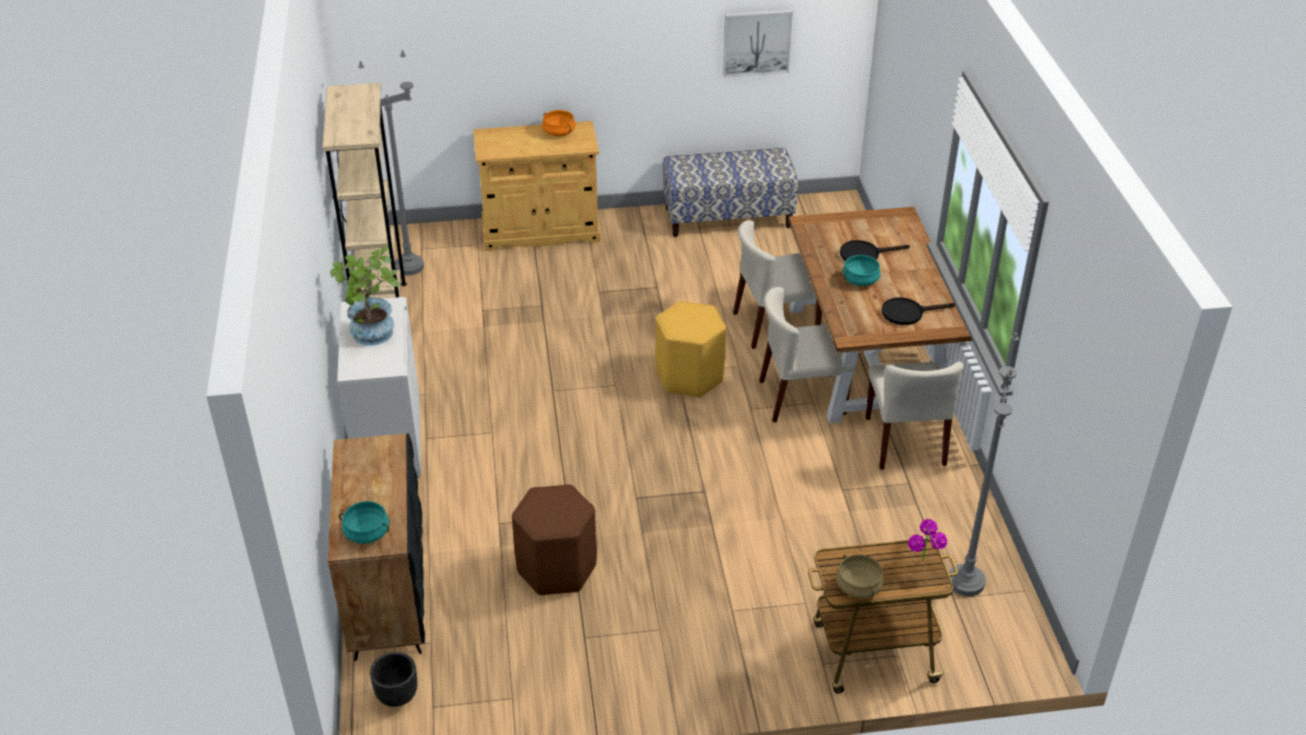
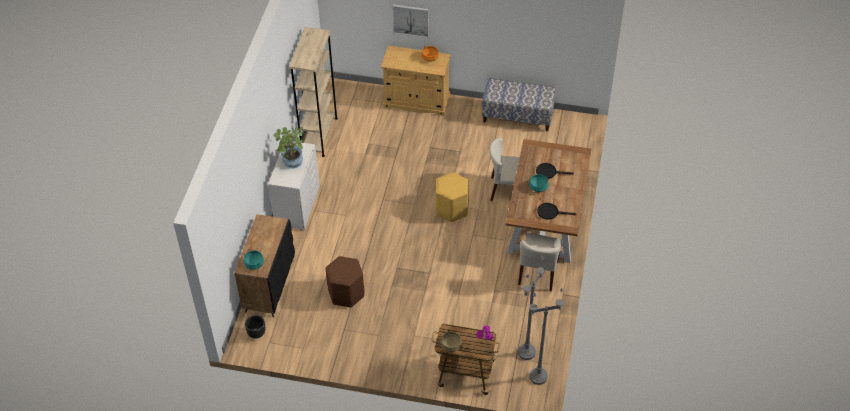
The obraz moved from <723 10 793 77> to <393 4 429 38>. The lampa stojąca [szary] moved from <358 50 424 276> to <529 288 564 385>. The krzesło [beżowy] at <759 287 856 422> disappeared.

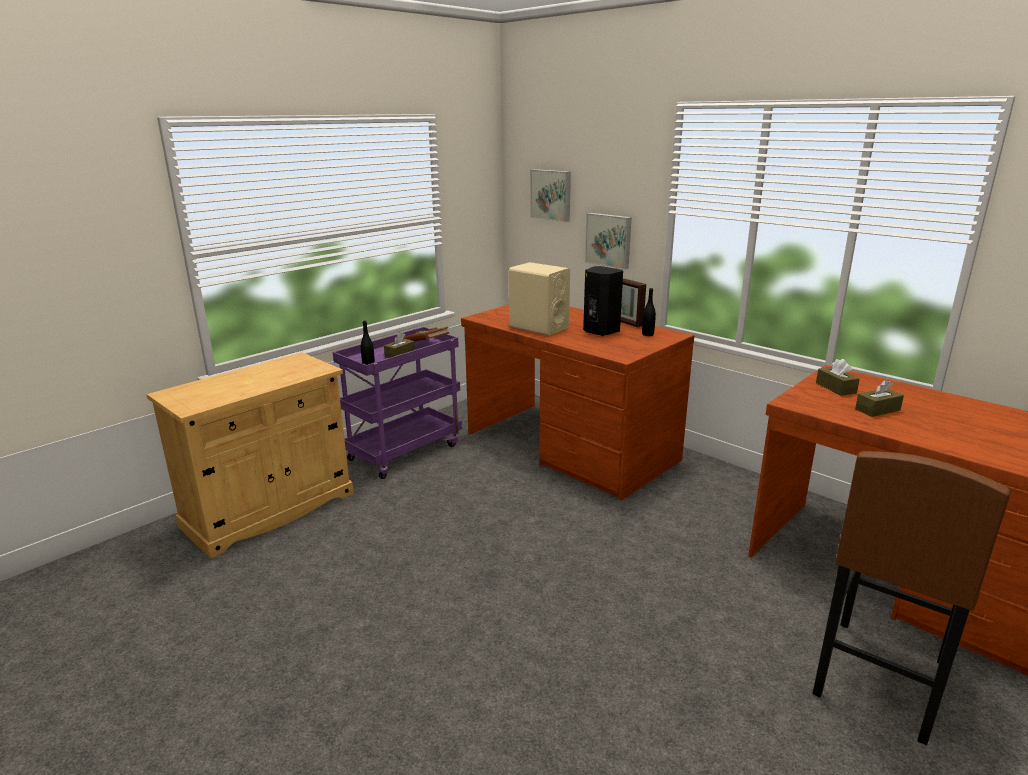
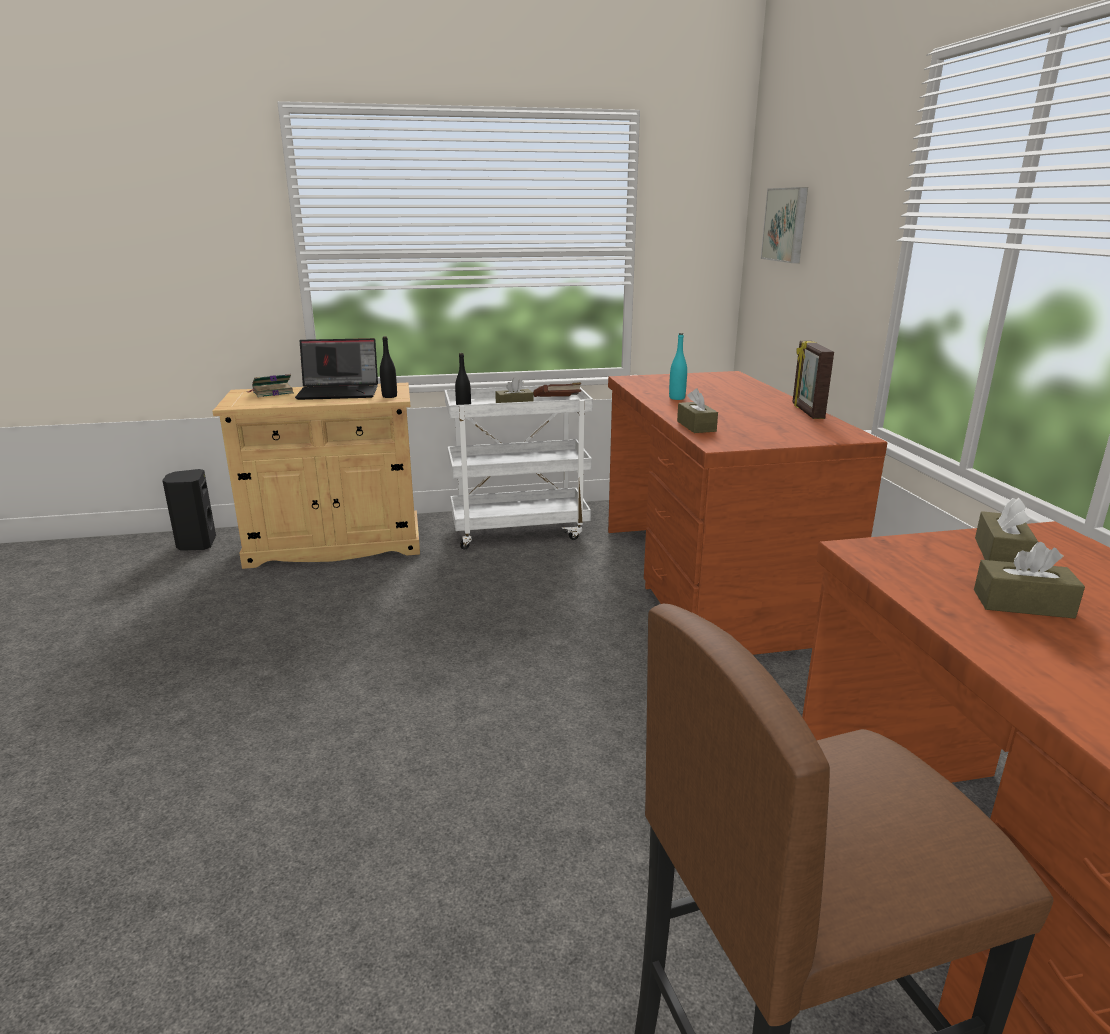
The głośnik [czarny] moved from <583 266 623 336> to <162 469 216 551>. The książka at <246 374 294 397> appeared. The laptop at <295 338 378 400> appeared. The butelka [czarny] moved from <642 288 656 336> to <380 336 397 398>. The wózek [fioletowy] at <333 327 462 479> became the wózek [biały] at <444 385 593 550>. The głośnik [beżowy] at <508 262 570 336> was replaced by the butelka [turkusowy] at <669 333 687 400>. The pudełko chusteczek [brązowy] at <677 388 718 433> appeared. The obraz at <585 213 632 269> disappeared.

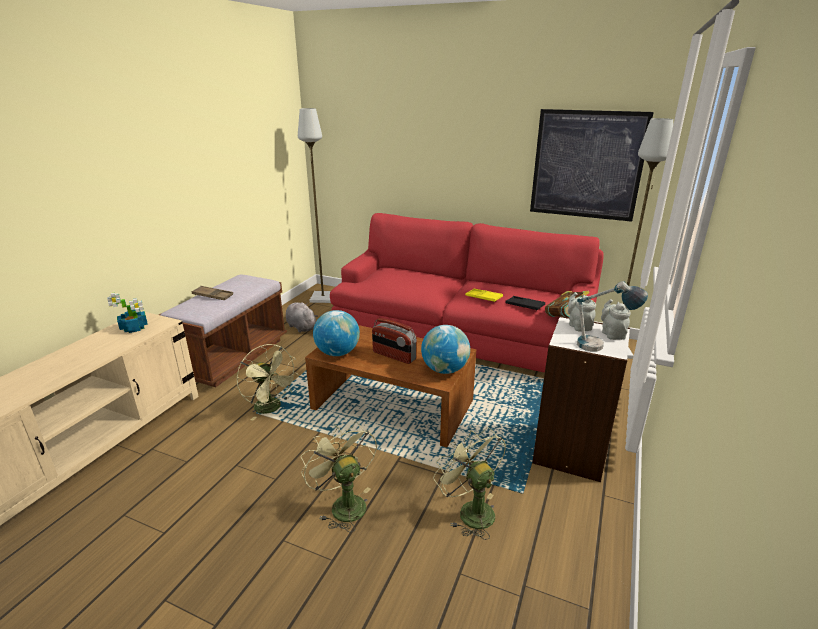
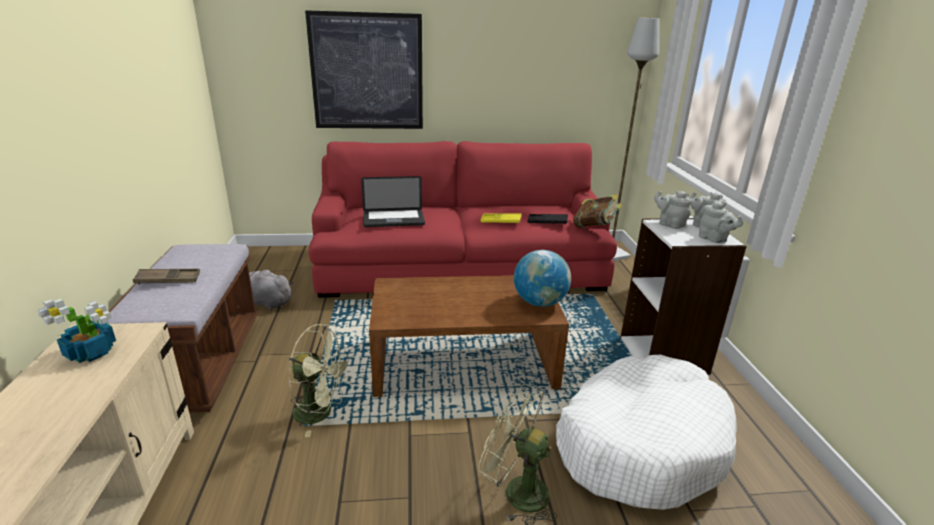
The obraz moved from <530 109 654 222> to <305 10 423 129>. The laptop at <361 176 425 227> appeared. The wentylator [zielony] at <433 427 506 540> was replaced by the legowisko [biały] at <556 355 737 510>. The lampa stołowa at <577 281 648 352> was replaced by the imbryk [szary] at <699 200 744 243>. The lampa stojąca [szary] at <298 108 331 303> disappeared. The globus at <313 310 360 356> disappeared. The radio at <372 318 417 364> disappeared.

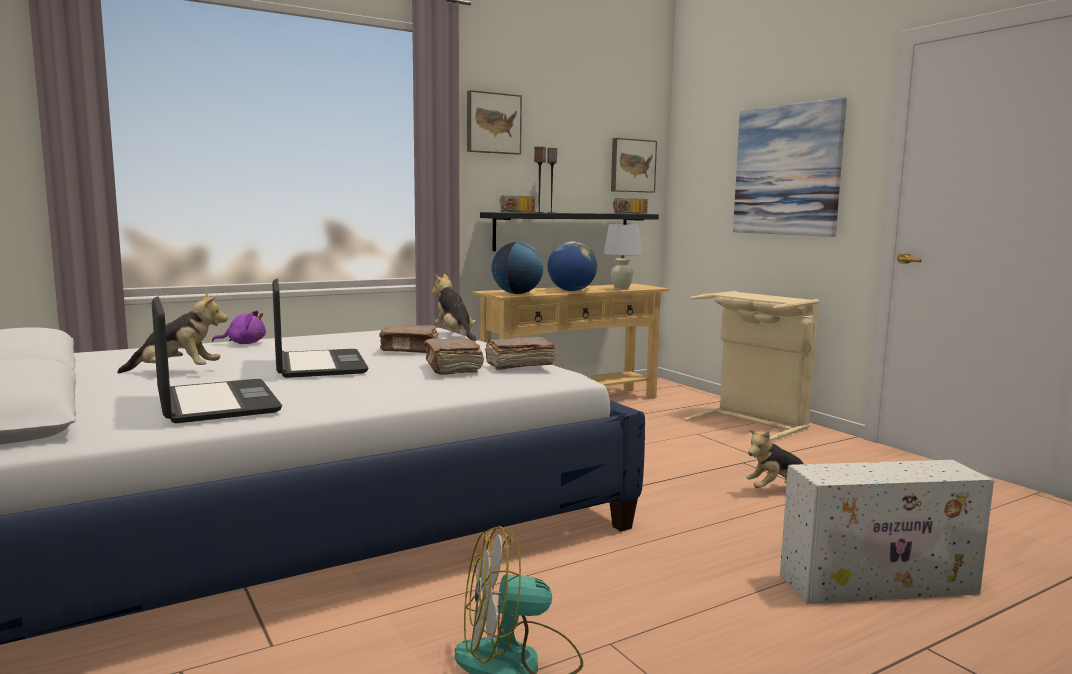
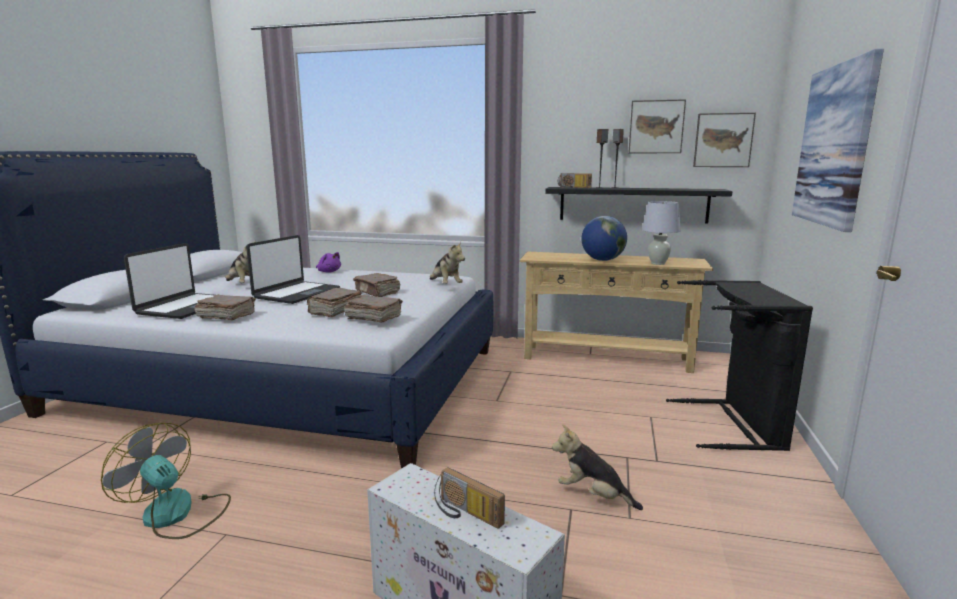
The książka [brązowy] at <195 295 256 320> appeared. The pluszak at <432 274 477 341> turned 135 degrees clockwise. The radio moved from <613 198 648 214> to <434 467 505 529>. The obraz moved from <467 90 522 155> to <628 99 686 153>. The kosz na pranie [beżowy] at <684 291 819 440> became the kosz na pranie [czarny] at <666 280 813 451>. The globus at <492 242 543 294> disappeared.

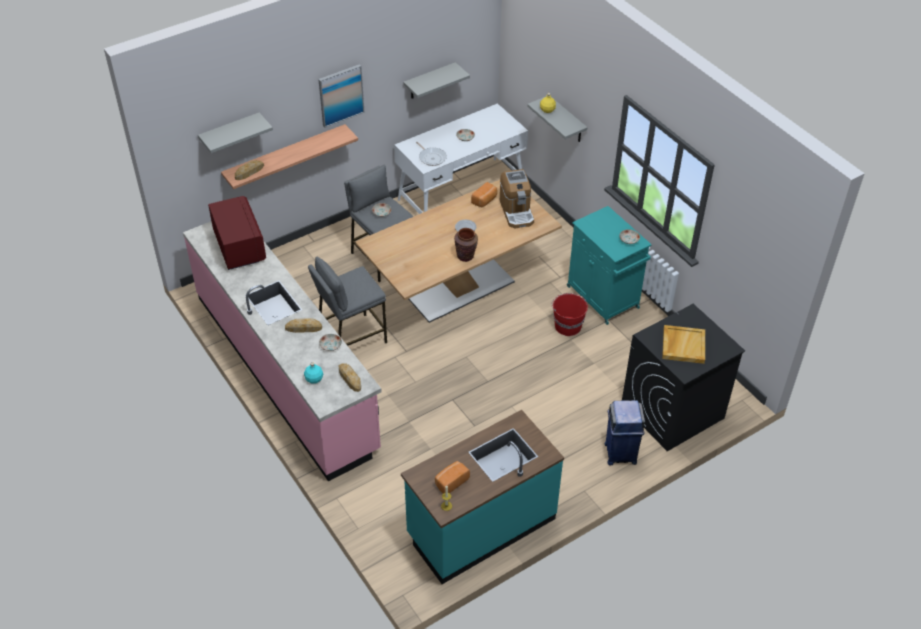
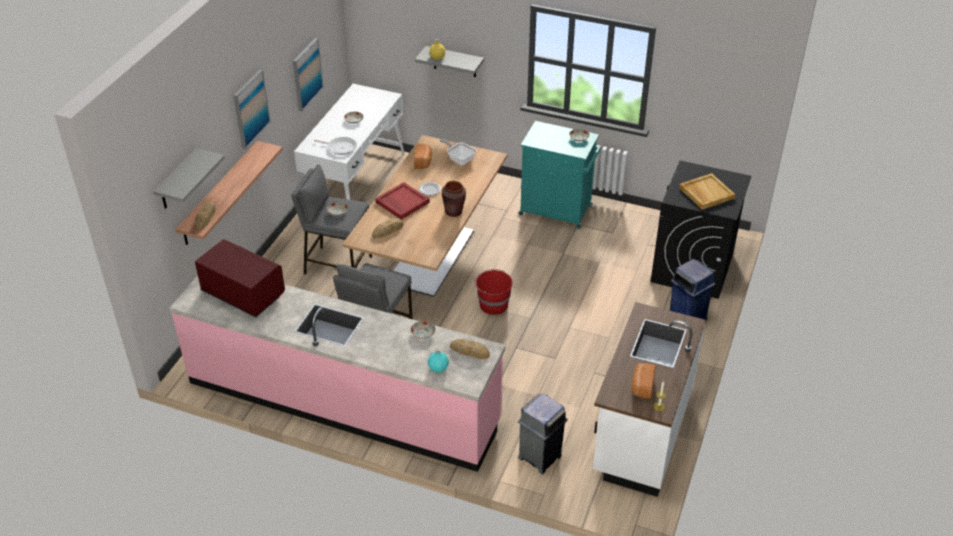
The półka [szary] at <403 62 470 99> was replaced by the obraz at <293 38 324 111>. The chleb moved from <285 318 322 333> to <372 218 404 239>. The taca [czerwony] at <375 182 430 220> appeared. The ekspres do kawy at <500 169 534 228> was replaced by the patelnia at <440 139 477 165>. The wiadro [czerwony] moved from <552 293 588 336> to <474 269 513 315>. The kosz na śmieci [szary] at <518 393 568 474> appeared. The zabudowa kuchenna [turkusowy] at <401 410 564 584> became the zabudowa kuchenna [biały] at <593 302 706 497>.

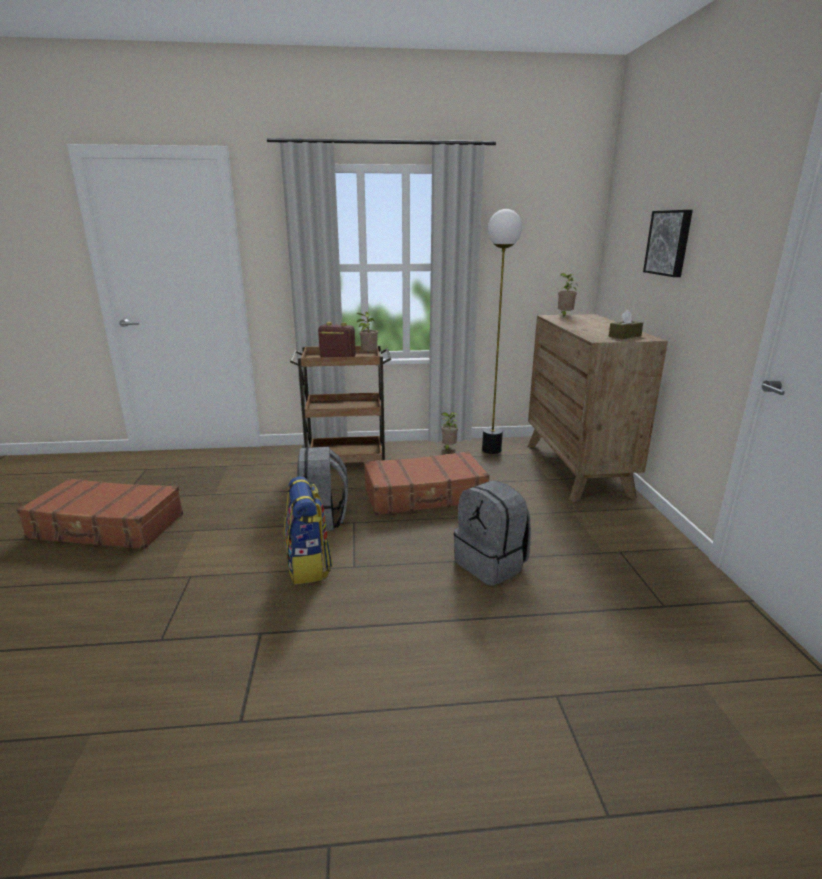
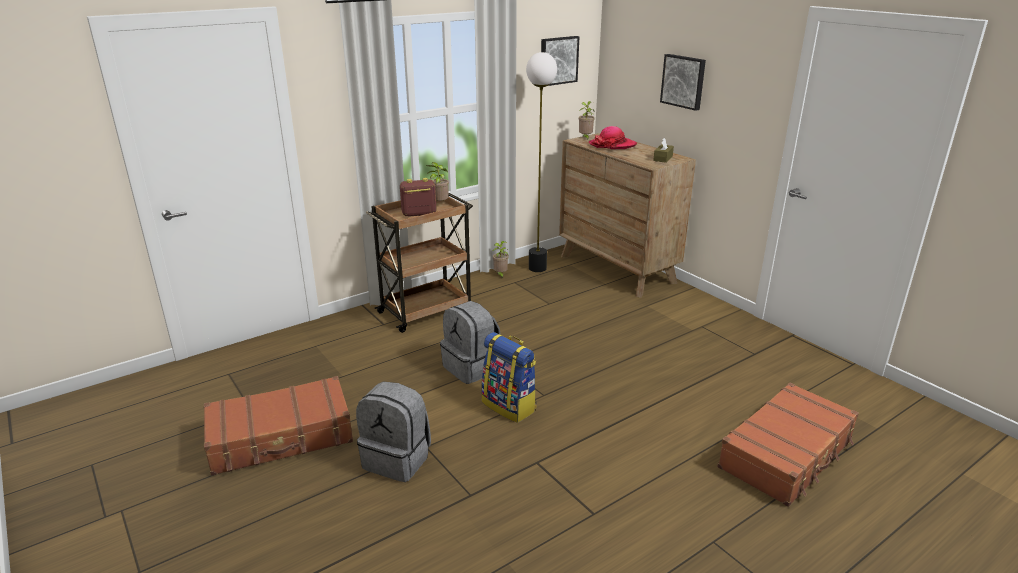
The plecak [szary] moved from <454 480 531 586> to <356 382 431 482>. The obraz at <541 36 579 86> appeared. The kapelusz at <589 126 637 149> appeared. The walizka [brązowy] moved from <364 451 490 515> to <717 382 859 507>.

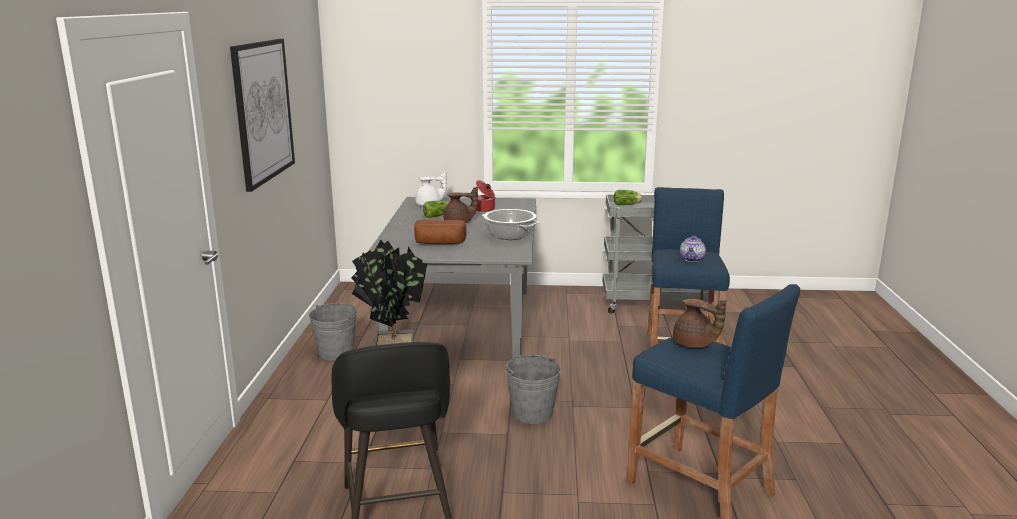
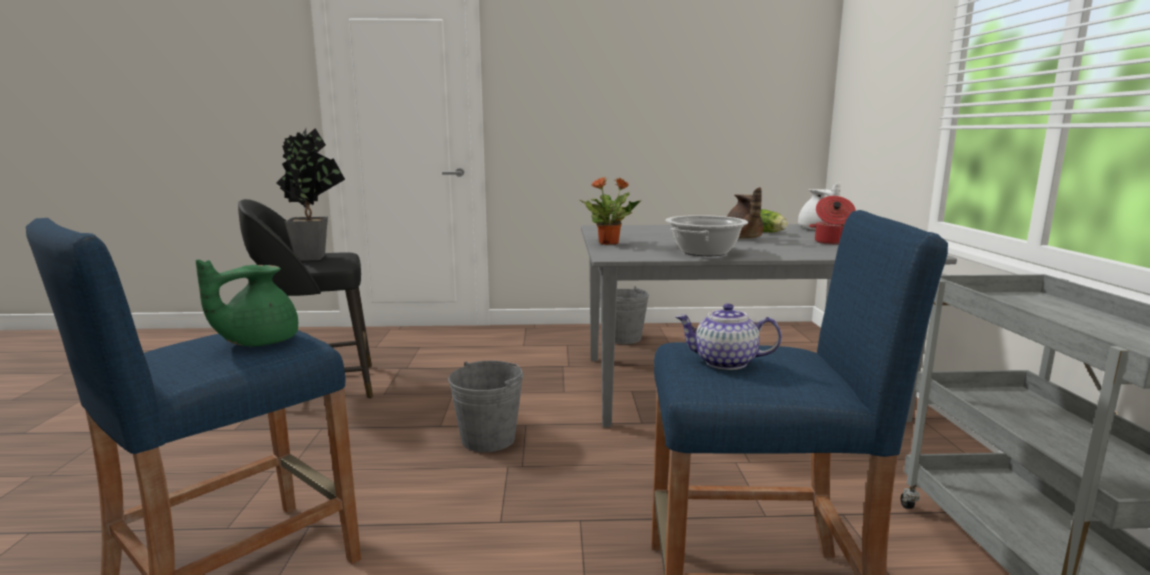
The imbryk [brązowy] at <673 299 726 348> became the imbryk [zielony] at <196 259 298 346>. The roślina doniczkowa at <579 177 641 245> appeared. The obraz at <230 39 295 192> disappeared. The chleb at <414 220 466 244> disappeared. The sałata at <614 190 642 205> disappeared.

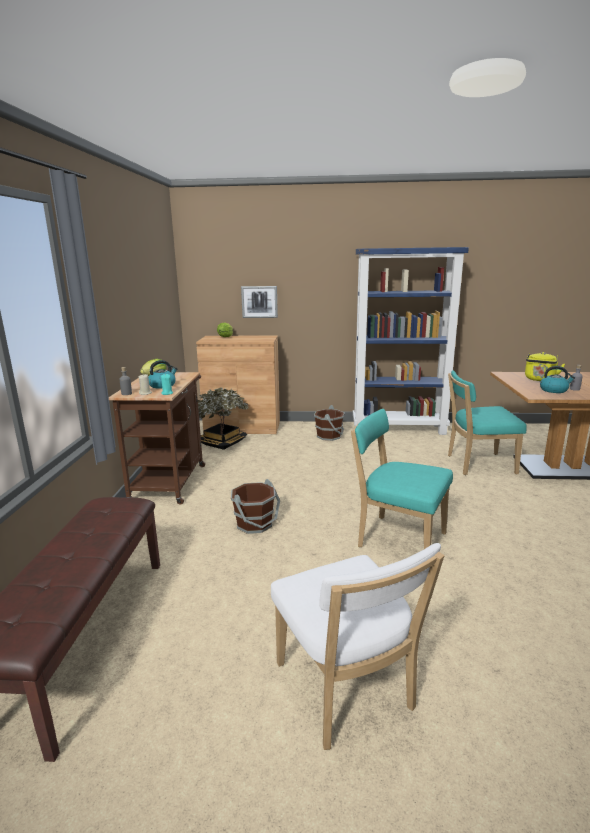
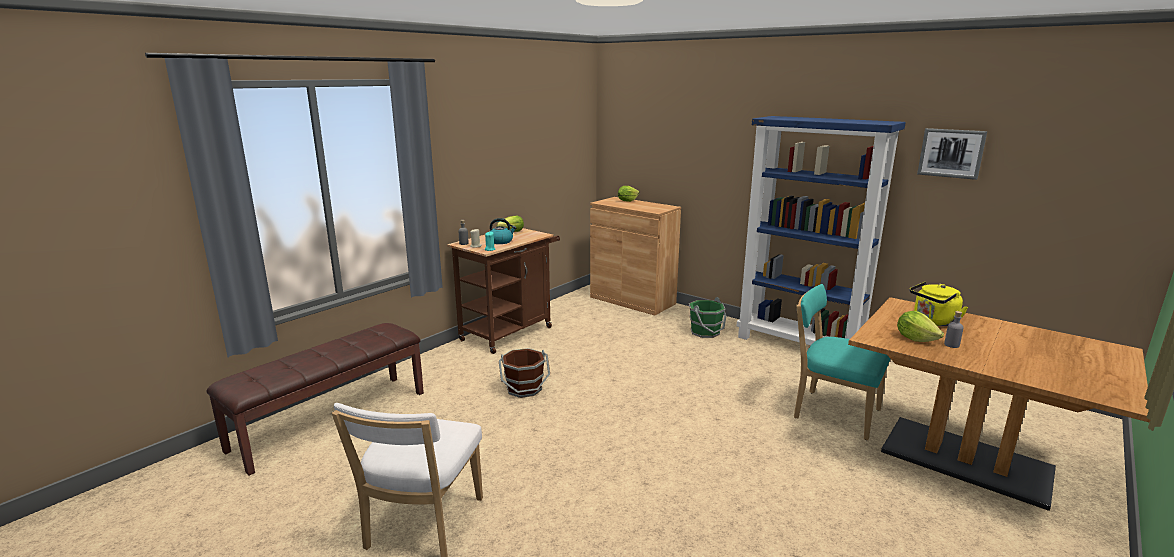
The wiadro [brązowy] at <314 405 345 441> became the wiadro [zielony] at <689 297 727 338>. The czajnik at <540 366 575 393> was replaced by the sałata at <897 311 944 342>. The obraz moved from <241 286 278 318> to <917 128 987 180>. The roślina doniczkowa at <198 388 248 450> disappeared. The krzesło [turkusowy] at <351 409 453 549> disappeared.

